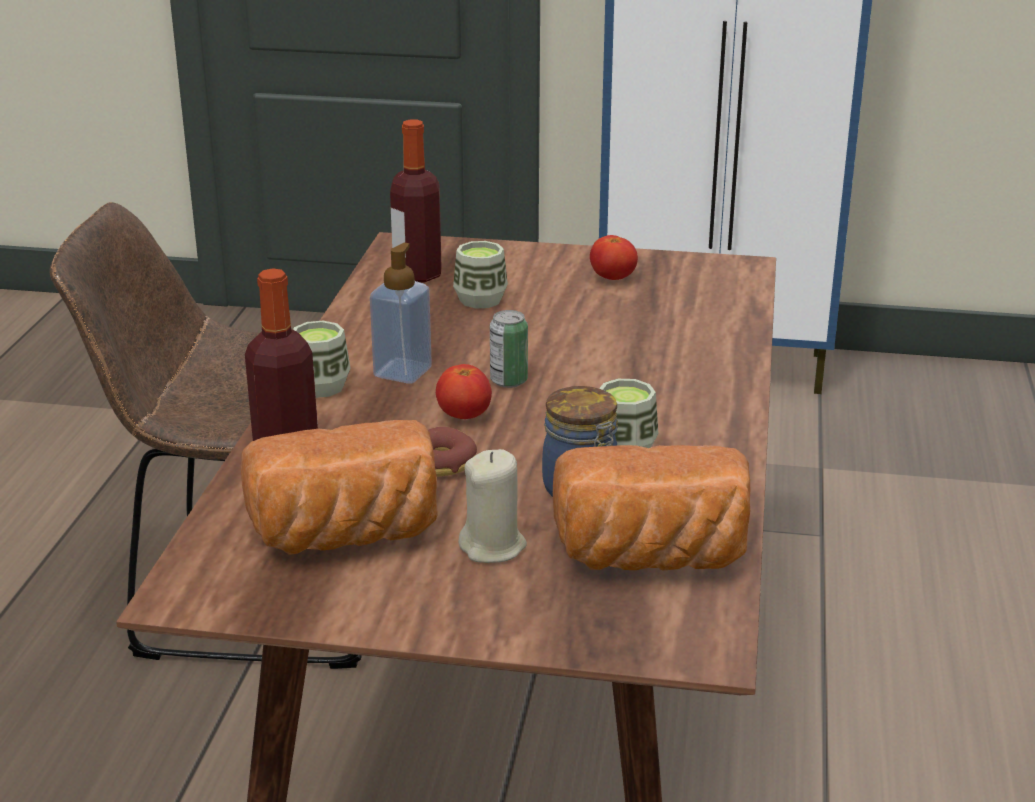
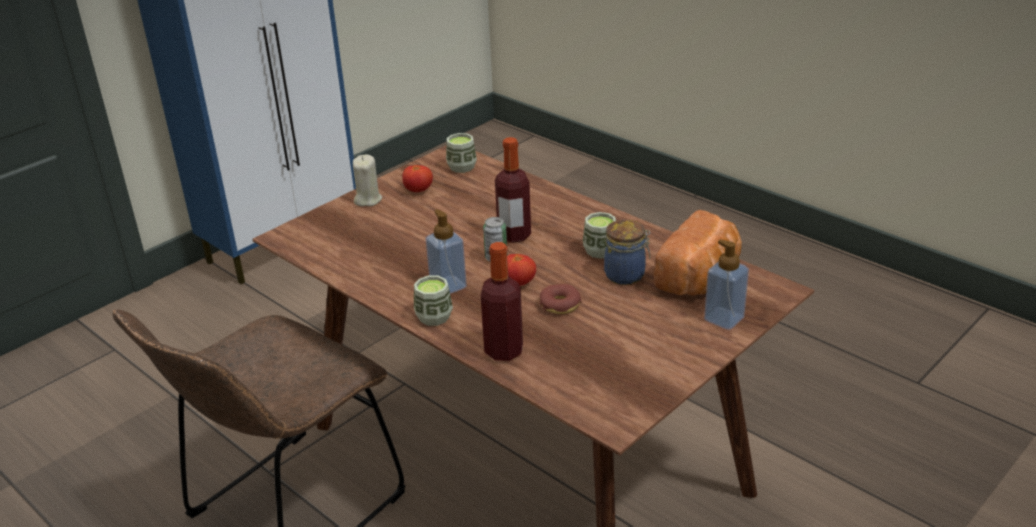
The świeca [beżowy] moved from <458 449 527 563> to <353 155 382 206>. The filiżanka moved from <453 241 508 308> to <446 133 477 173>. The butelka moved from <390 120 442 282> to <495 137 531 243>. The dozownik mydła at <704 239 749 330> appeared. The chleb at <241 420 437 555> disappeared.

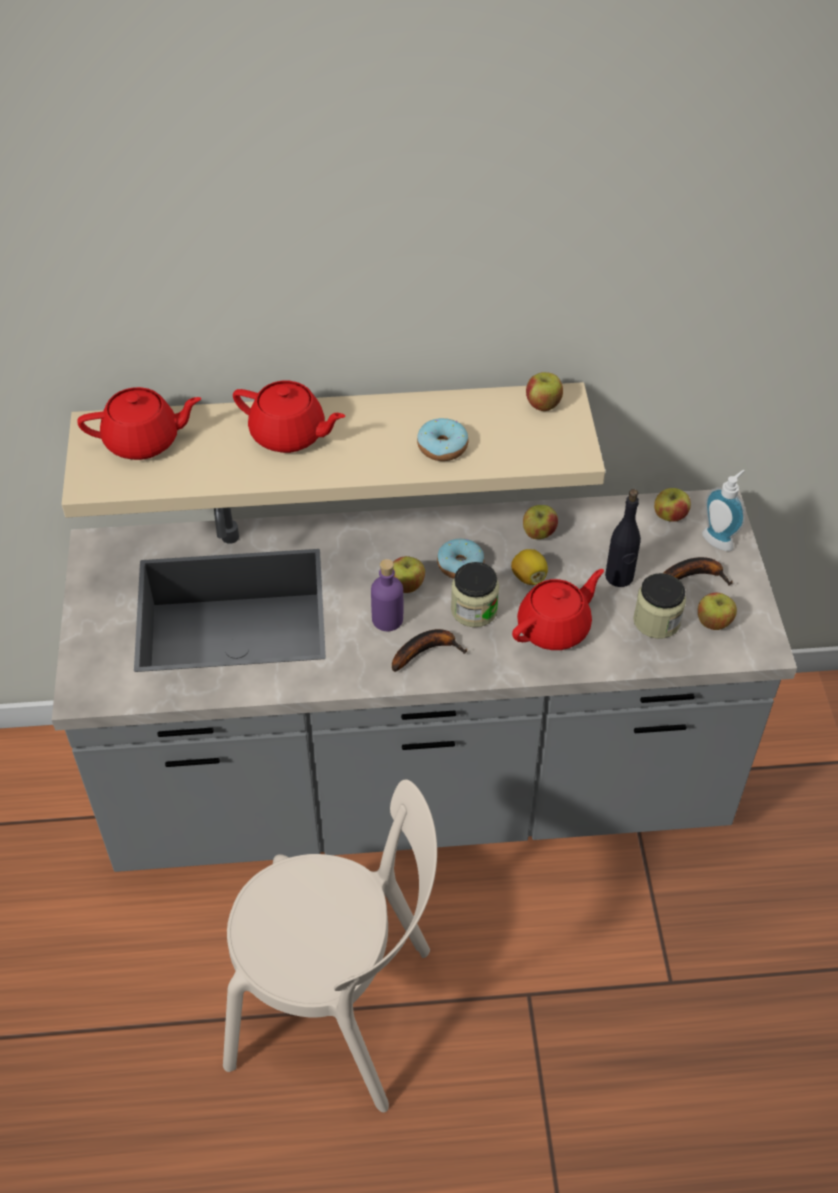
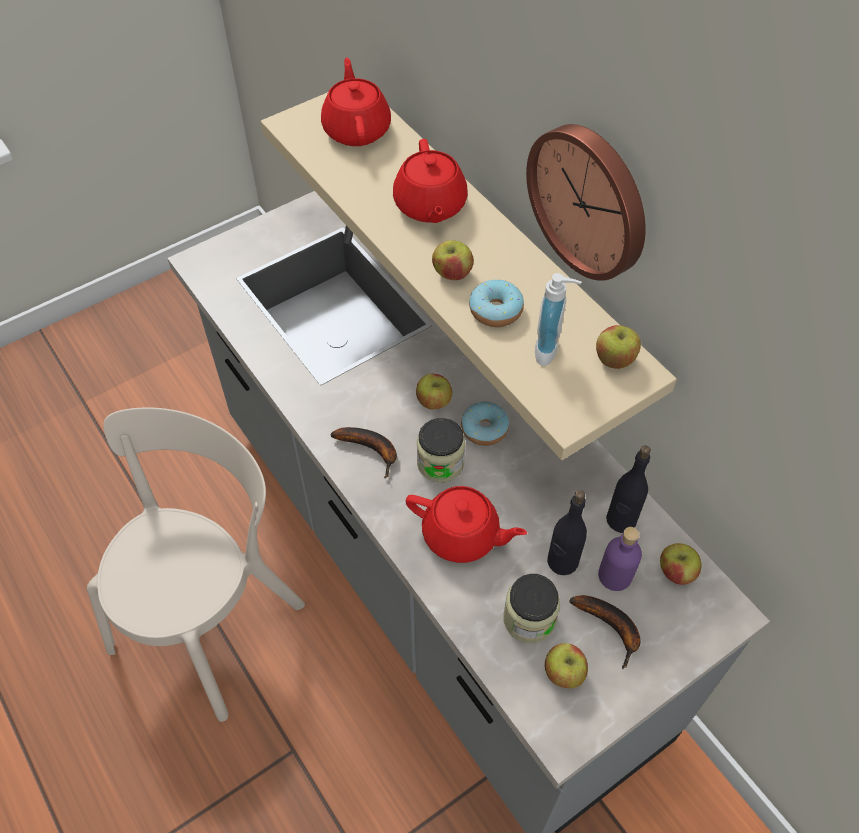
The krzesło [beżowy] at <223 779 437 1112> turned 135 degrees counterclockwise. The imbryk [czerwony] at <77 387 202 460> turned 150 degrees counterclockwise. The jabłko moved from <523 505 558 539> to <432 240 474 280>. The zegar ścienny at <526 124 646 281> appeared. The dozownik mydła moved from <702 470 745 551> to <535 273 581 366>. The butelka [fioletowy] moved from <371 559 403 631> to <598 527 642 591>. The butelka [czarny] at <606 445 651 533> appeared. The cytryna at <511 549 548 585> disappeared.

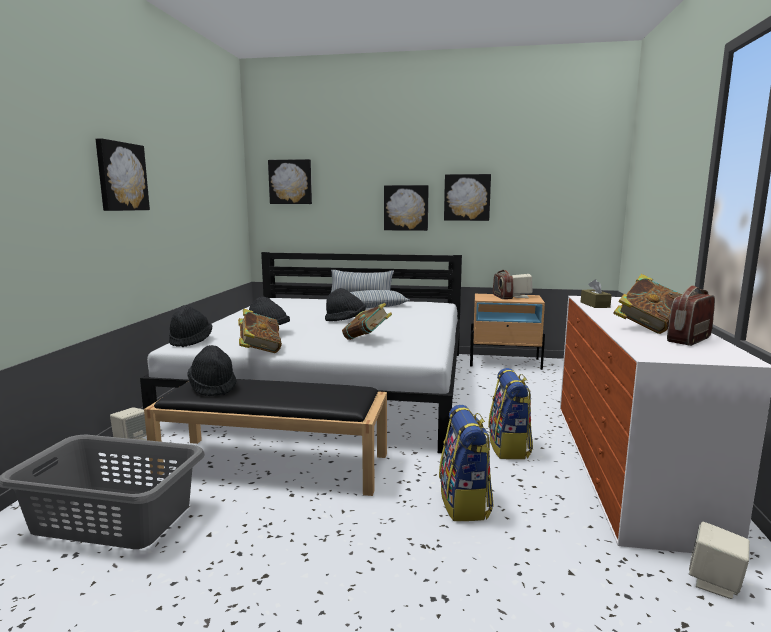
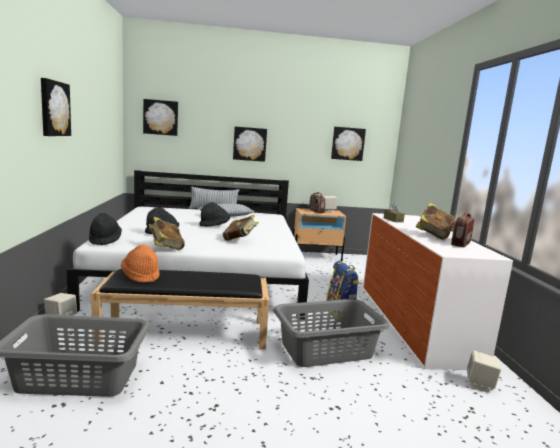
The kapelusz [czarny] at <187 345 237 396> became the kapelusz [pomarańczowy] at <121 245 160 283>. The plecak at <439 405 494 521> was replaced by the kosz na pranie [szary] at <273 299 389 367>. The obraz moved from <444 174 491 221> to <331 127 366 161>.

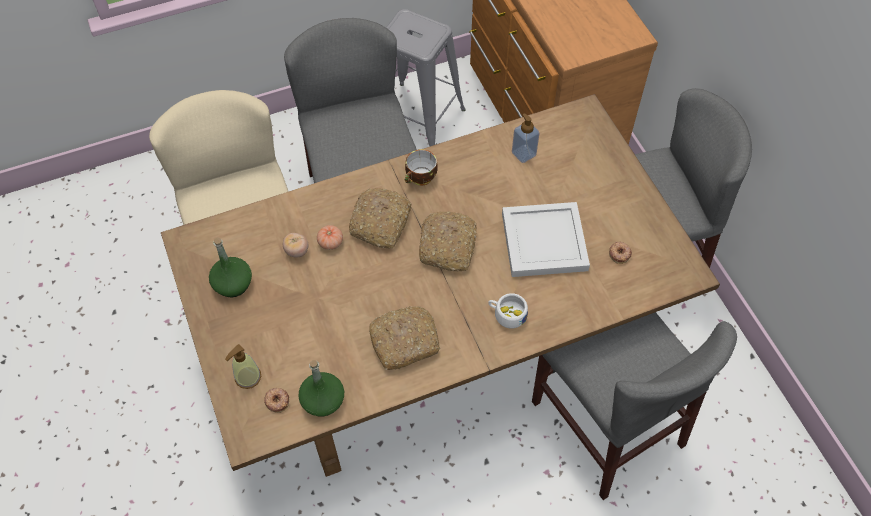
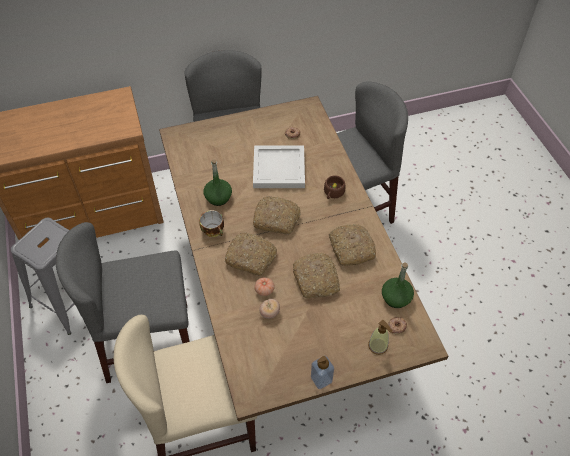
The butelka [zielony] moved from <209 237 252 297> to <203 159 232 206>. The chleb at <293 253 340 298> appeared. The dozownik mydła moved from <512 113 540 163> to <311 356 334 389>. The filiżanka [biały] at <488 293 528 329> became the filiżanka [brązowy] at <324 175 345 199>.

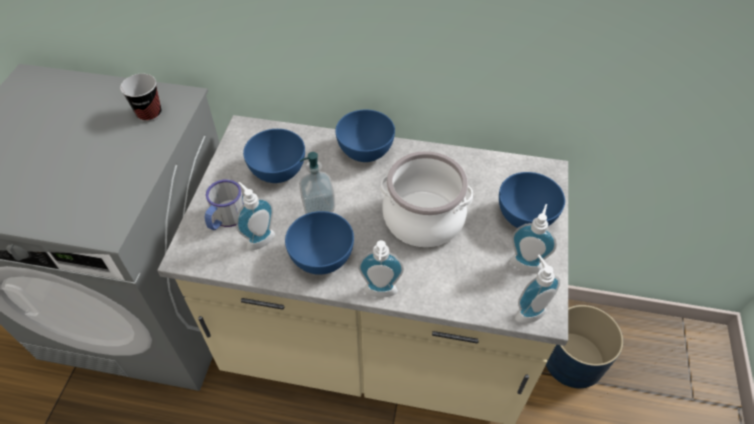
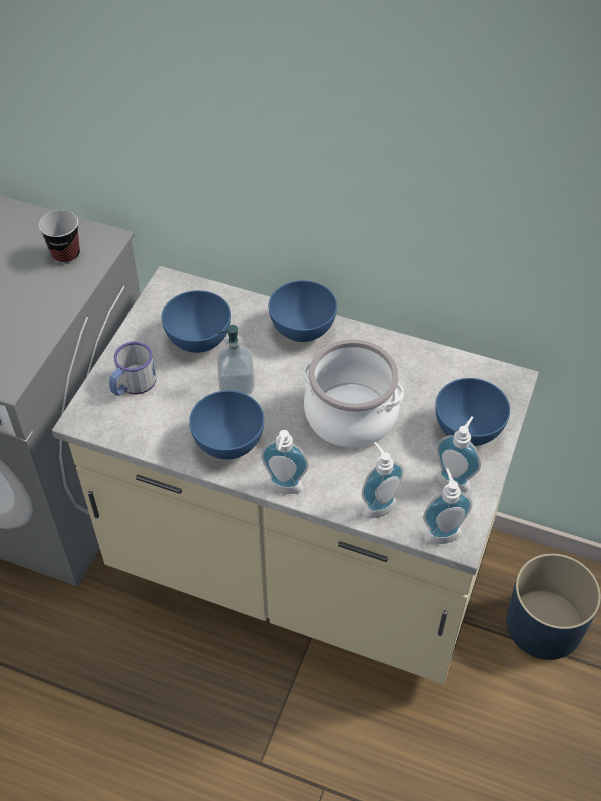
The dozownik mydła moved from <236 182 275 250> to <361 442 404 519>.

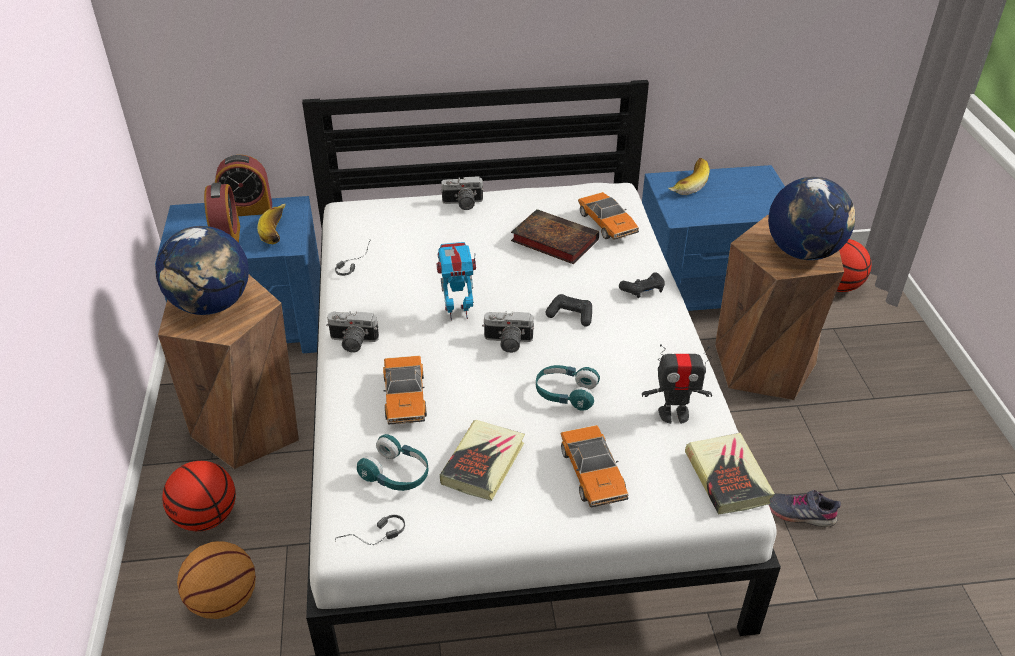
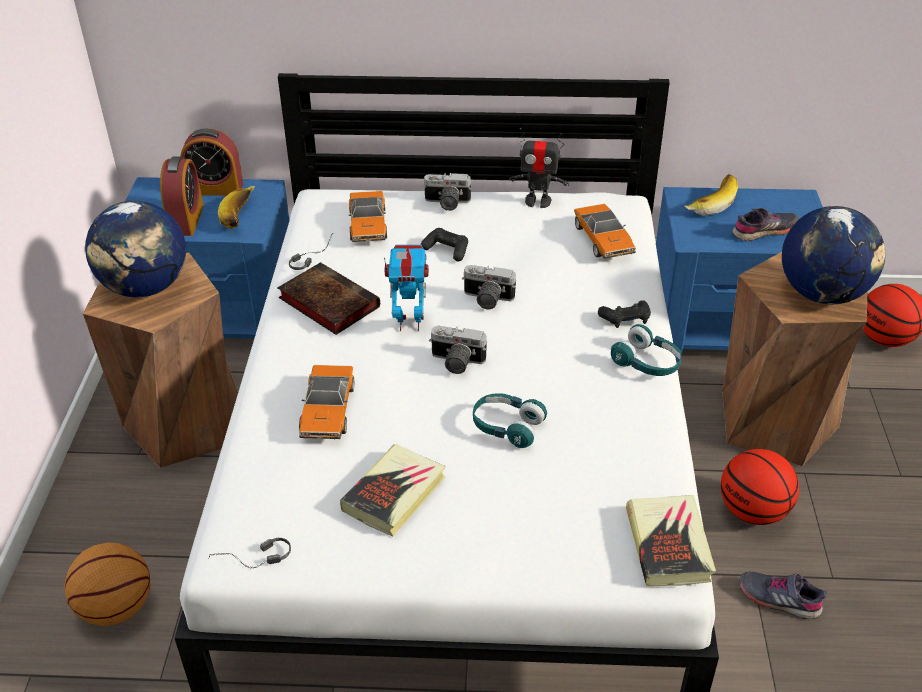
The książka moved from <511 209 599 264> to <277 262 380 335>. The samochodzik moved from <560 425 629 507> to <349 191 387 242>. The pad do gier [czarny] moved from <546 294 592 327> to <421 228 468 262>. The aparat fotograficzny moved from <326 311 379 353> to <462 265 516 309>. The robot zabawkowy moved from <642 344 712 424> to <509 128 569 208>. The słuchawki [turkusowy] moved from <357 434 429 491> to <611 324 682 376>. The piłka do koszykówki moved from <162 461 236 531> to <721 449 799 525>. The but [szary] at <732 208 799 241> appeared.

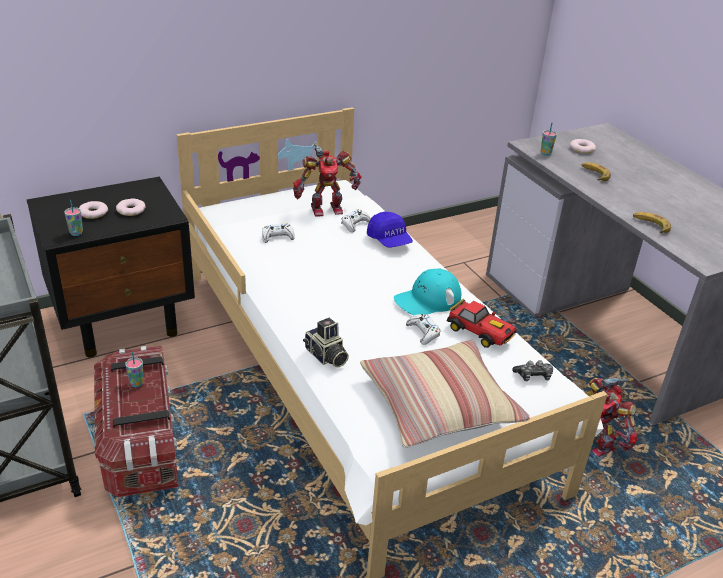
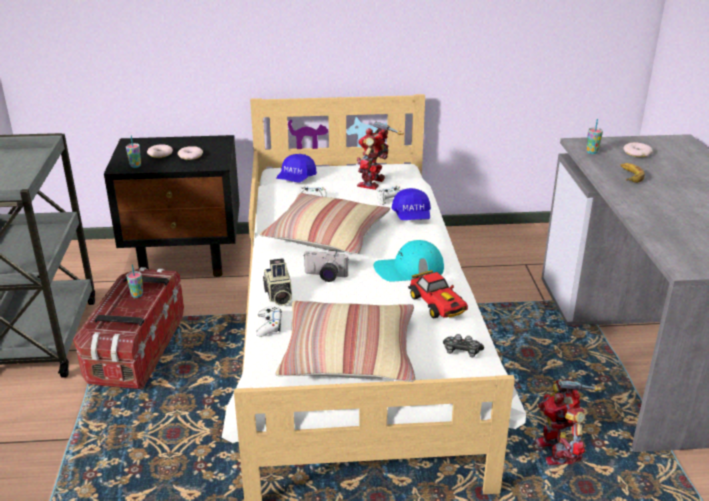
The pad do gier [biały] moved from <406 314 440 345> to <256 306 282 337>. The poduszka at <260 193 390 254> appeared. The czapka z daszkiem [niebieski] at <276 154 317 183> appeared. The aparat fotograficzny at <304 250 349 282> appeared. The robot zabawkowy at <293 143 362 217> turned 105 degrees clockwise. The banan at <633 212 671 233> disappeared.

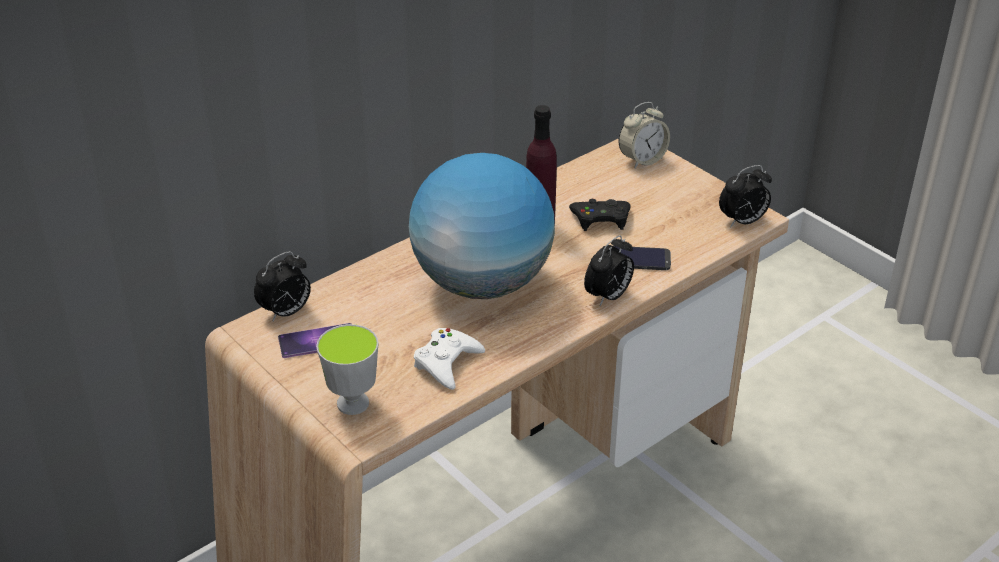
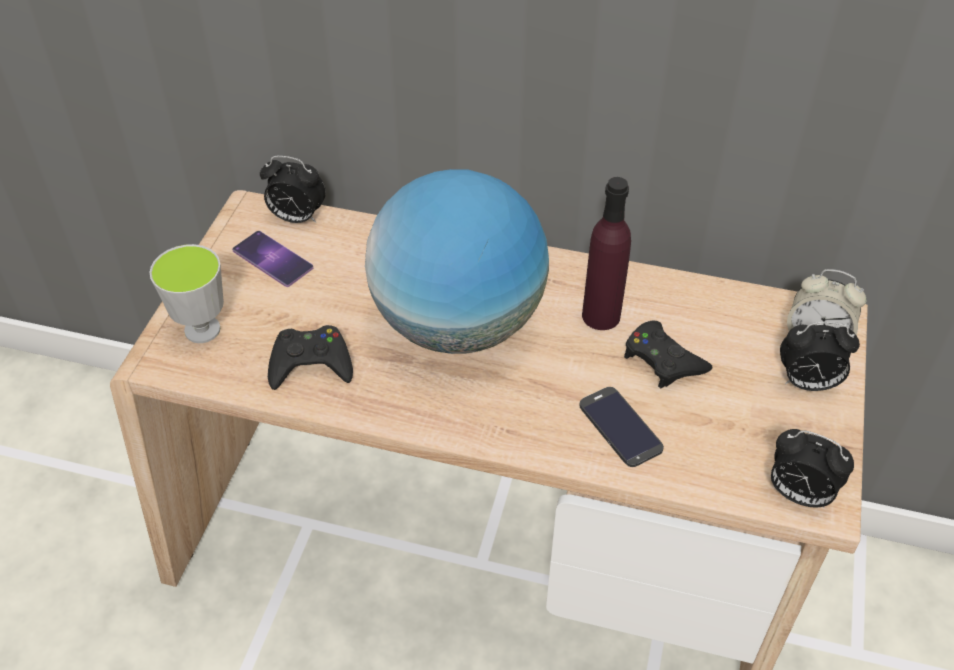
The pad do gier [biały] at <414 328 485 390> became the pad do gier [czarny] at <268 325 353 390>. The budzik moved from <584 235 634 306> to <780 322 860 391>.

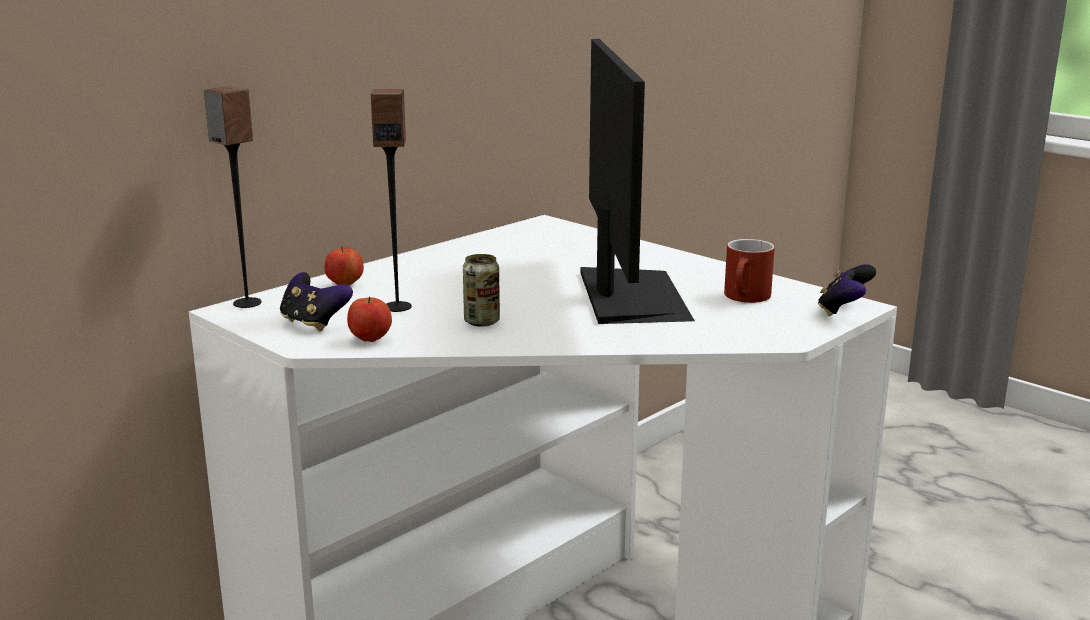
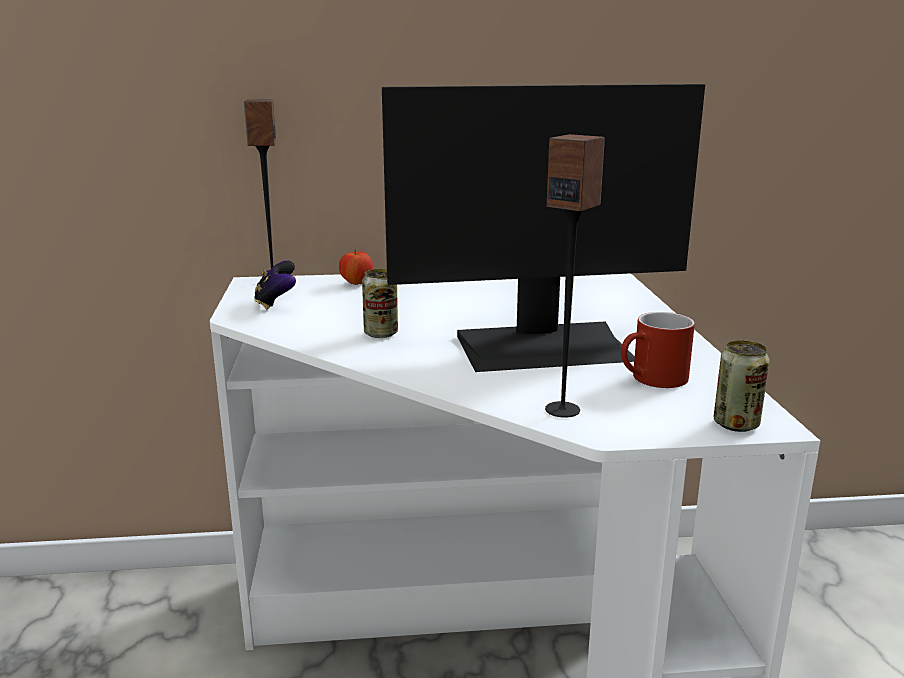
The monitor at <580 39 695 324> turned 45 degrees clockwise. The głośnik moved from <371 89 412 312> to <545 134 605 418>. The pad do gier at <818 264 876 316> was replaced by the puszka at <714 340 769 432>. The jabłko at <347 296 392 342> disappeared.

